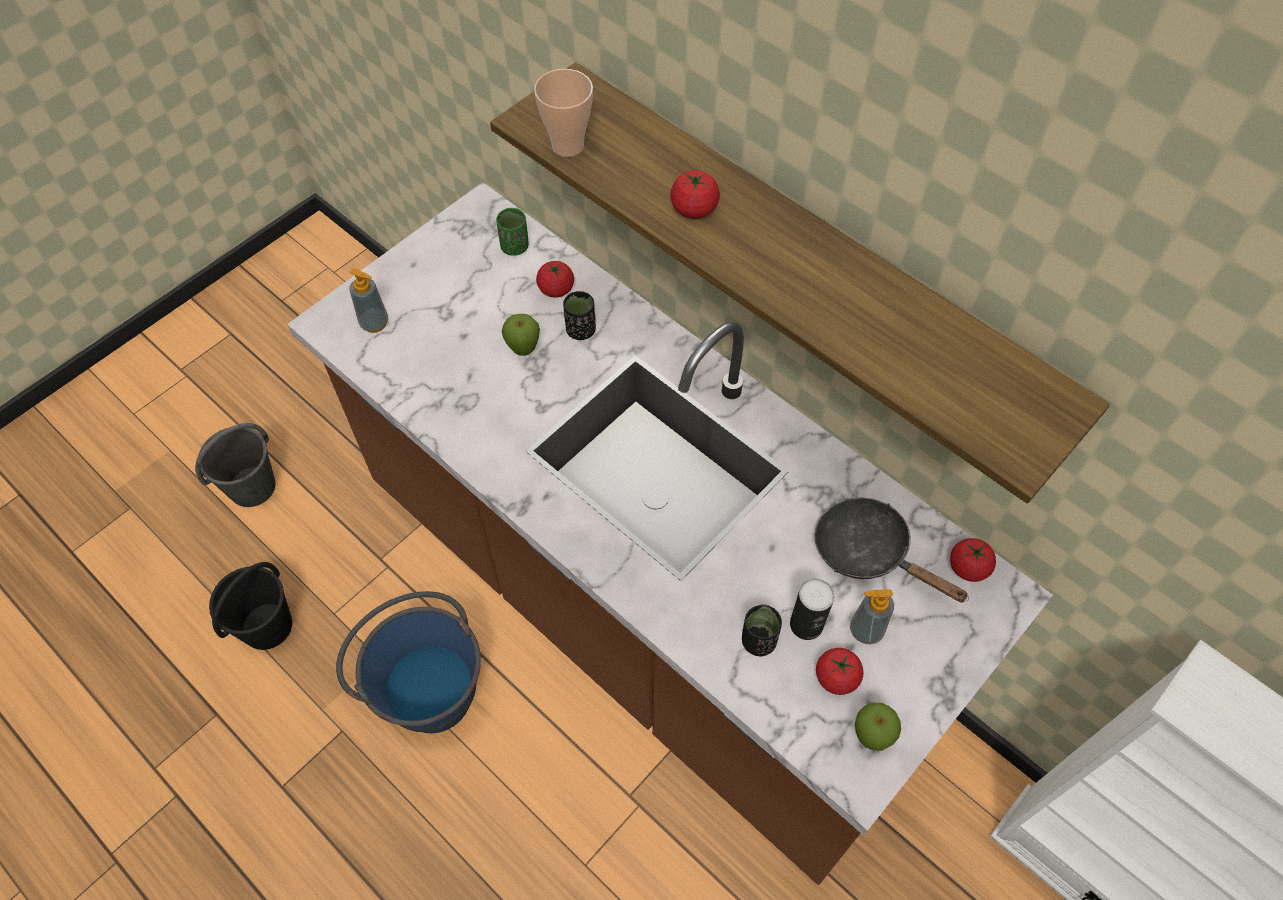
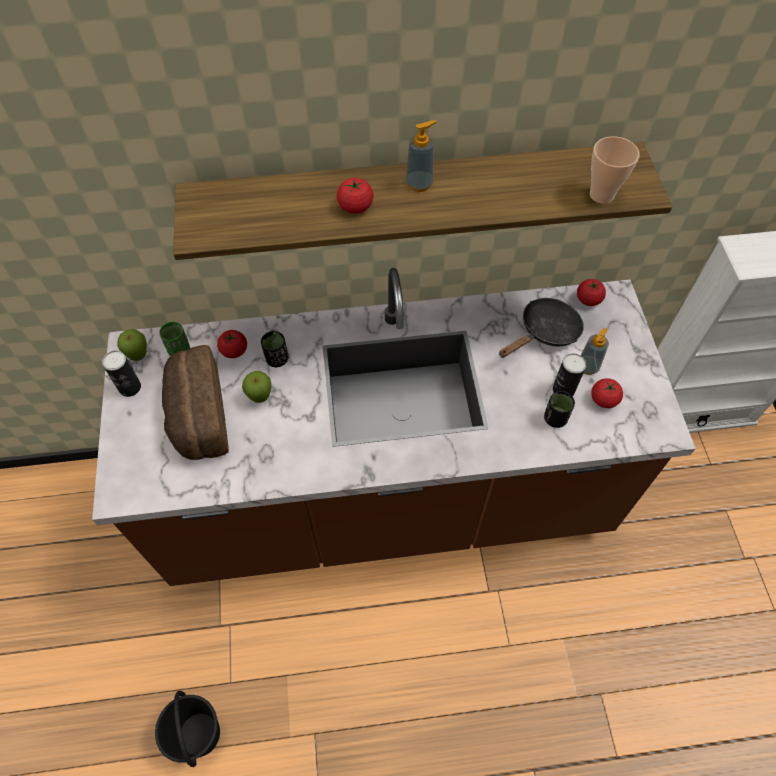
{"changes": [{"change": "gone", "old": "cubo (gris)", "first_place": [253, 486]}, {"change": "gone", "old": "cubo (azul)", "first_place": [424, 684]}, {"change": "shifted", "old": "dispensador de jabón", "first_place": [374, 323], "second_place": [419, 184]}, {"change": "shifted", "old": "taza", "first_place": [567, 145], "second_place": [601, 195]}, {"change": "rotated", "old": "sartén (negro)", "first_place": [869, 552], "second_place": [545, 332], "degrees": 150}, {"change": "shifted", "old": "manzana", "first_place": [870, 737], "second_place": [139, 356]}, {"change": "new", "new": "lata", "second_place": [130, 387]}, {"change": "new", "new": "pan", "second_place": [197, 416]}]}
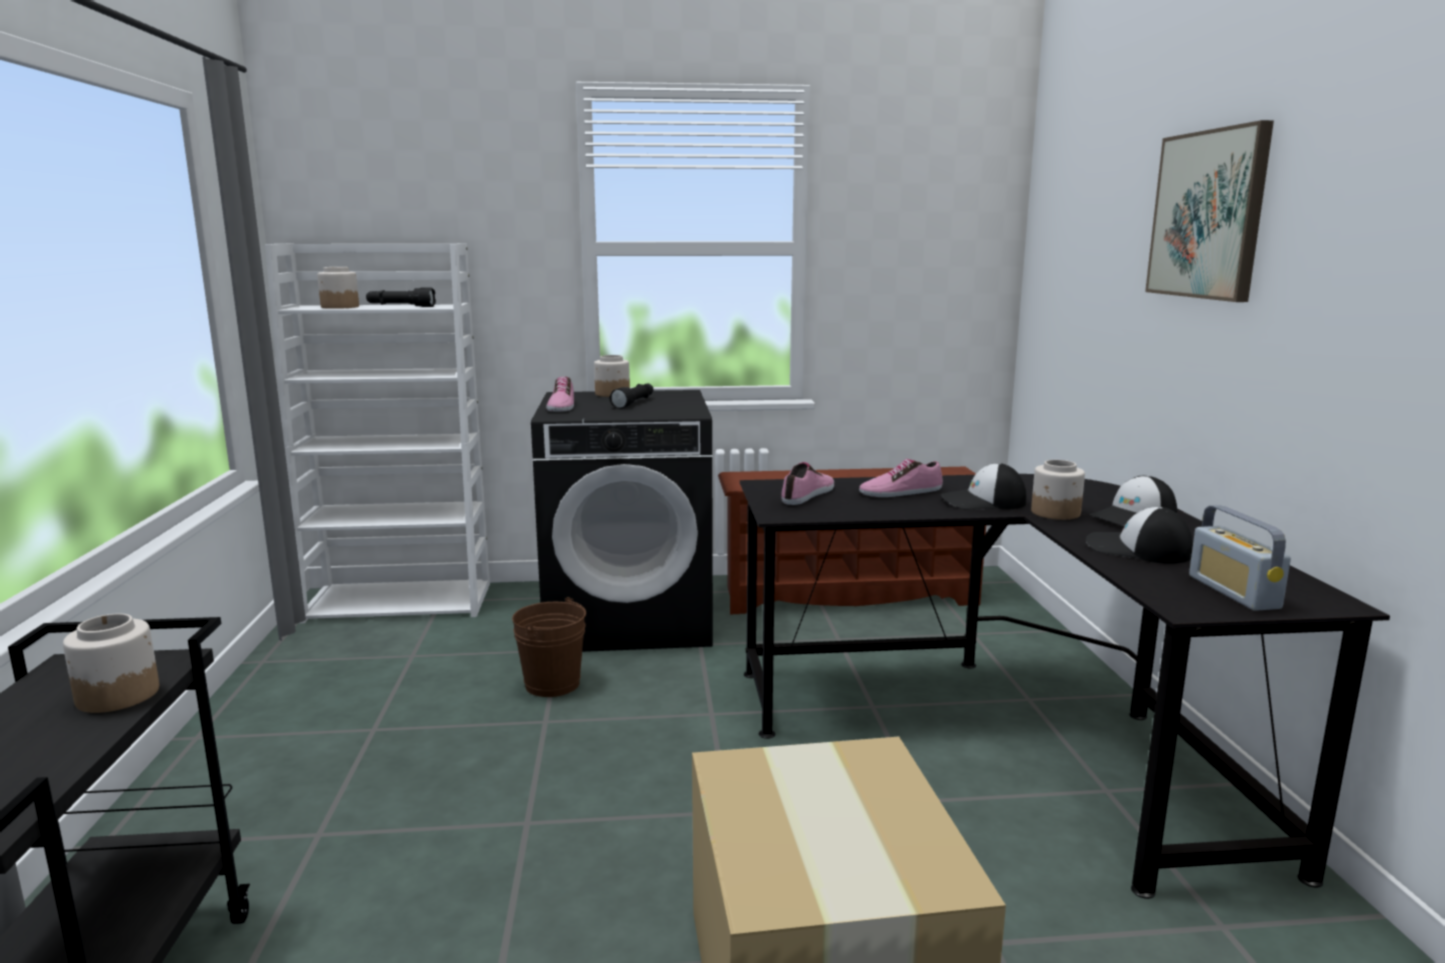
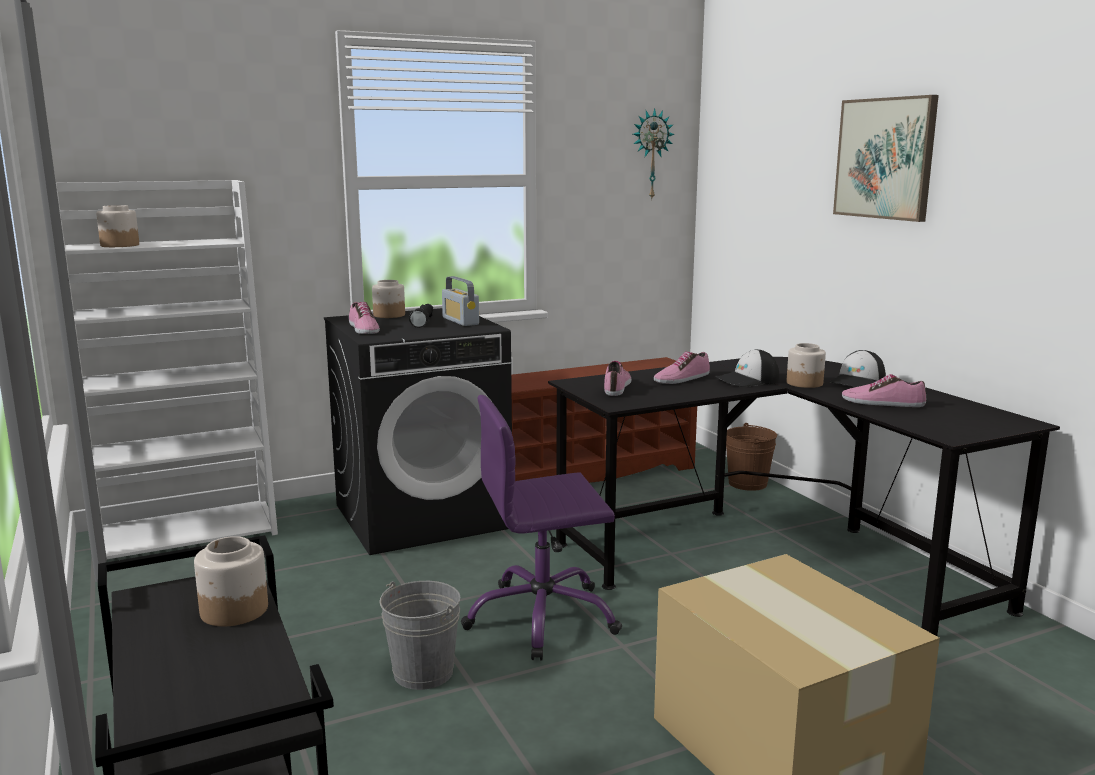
{"changes": [{"change": "gone", "old": "linterna (negro)", "first_place": [401, 306]}, {"change": "shifted", "old": "cubo (marrón)", "first_place": [552, 684], "second_place": [747, 483]}, {"change": "swapped", "old": "gorra", "new": "zapato", "first_place": [1137, 549], "second_place": [882, 402]}, {"change": "shifted", "old": "radio", "first_place": [1233, 592], "second_place": [460, 321]}, {"change": "new", "new": "cubo (gris)", "second_place": [423, 672]}, {"change": "new", "new": "silla de oficina (morado)", "second_place": [542, 618]}, {"change": "new", "new": "reloj de pared", "second_place": [651, 154]}]}
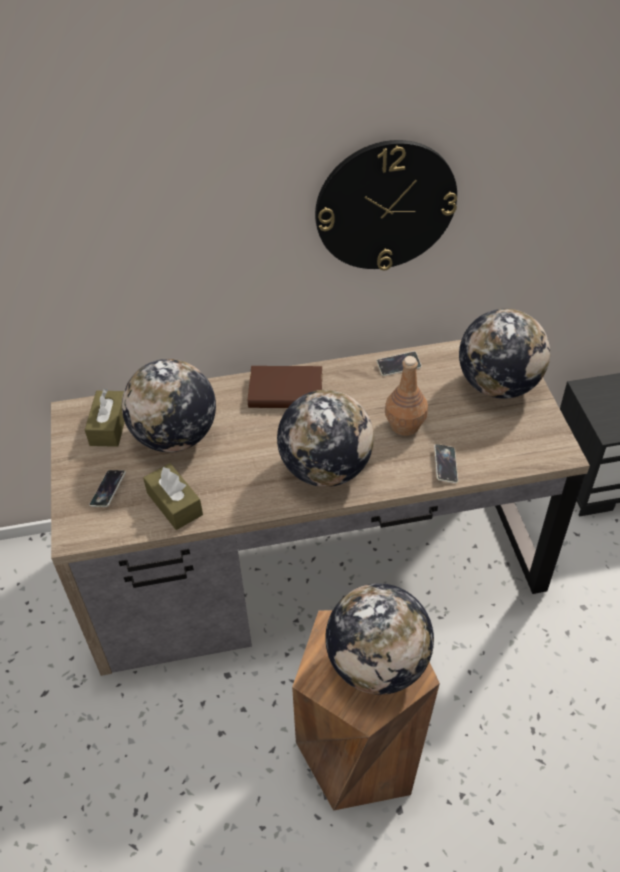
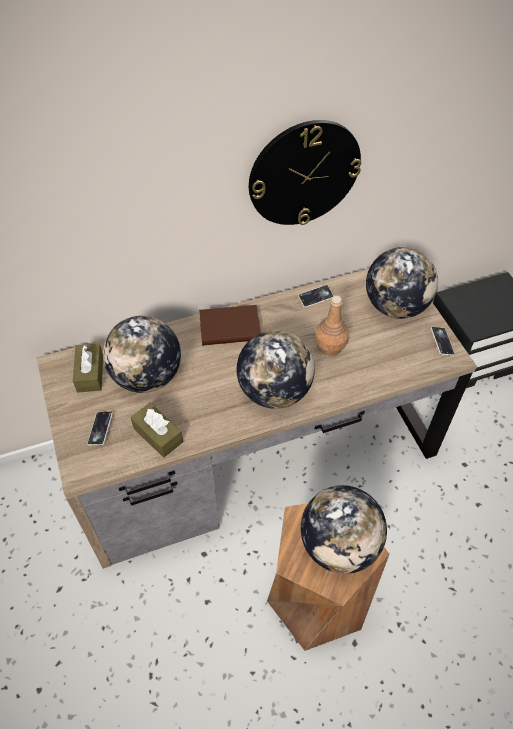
{"changes": [{"change": "shifted", "old": "móvil", "first_place": [445, 465], "second_place": [441, 342]}]}
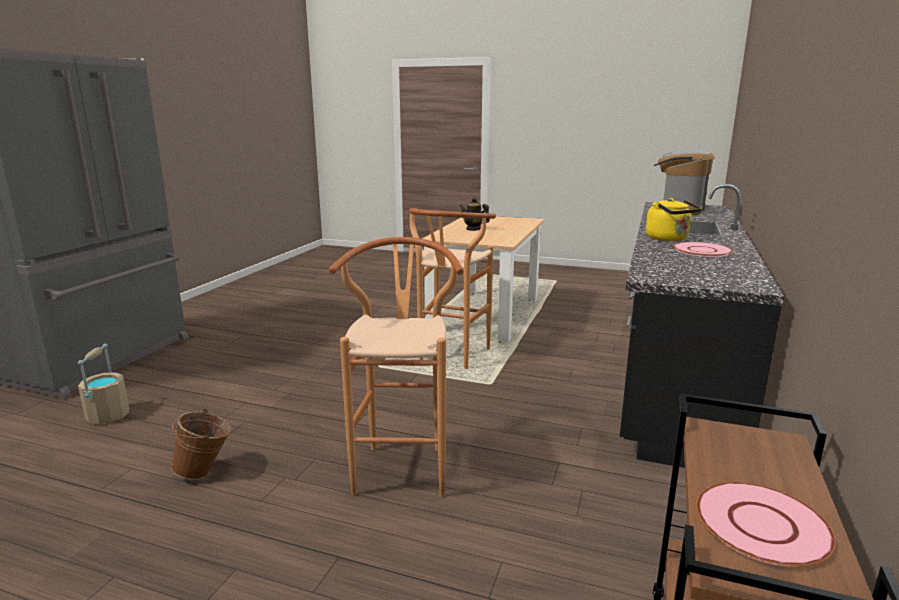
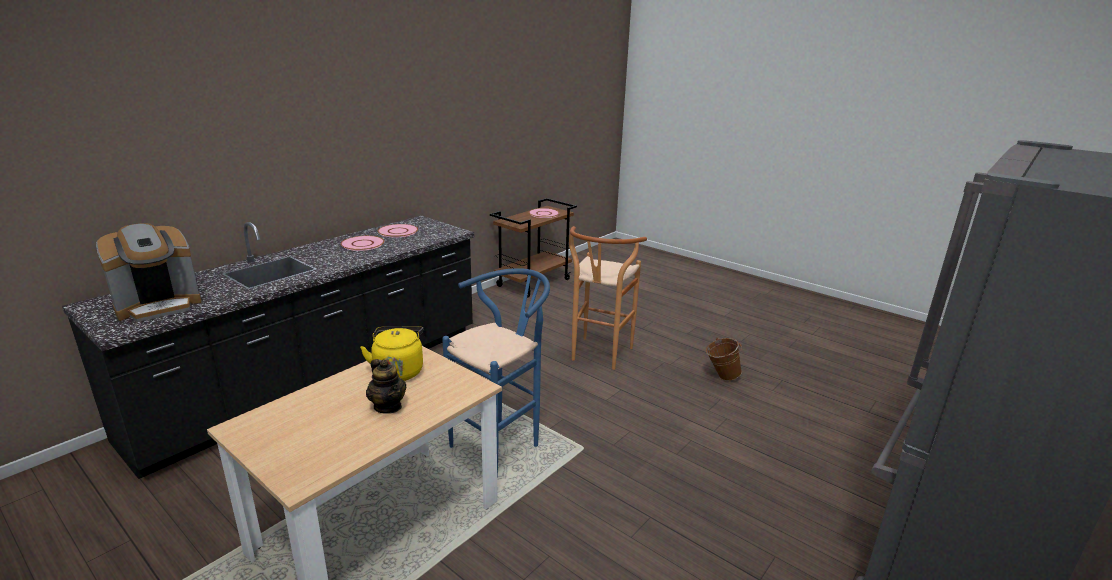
{"changes": [{"change": "gone", "old": "cubo (beis)", "first_place": [108, 415]}, {"change": "repainted", "old": "taburete (marrón)", "new": "taburete (azul)", "first_place": [450, 357], "second_place": [502, 444]}, {"change": "shifted", "old": "hervidor (amarillo)", "first_place": [669, 239], "second_place": [398, 371]}, {"change": "new", "new": "plato (rosa)", "second_place": [398, 231]}]}
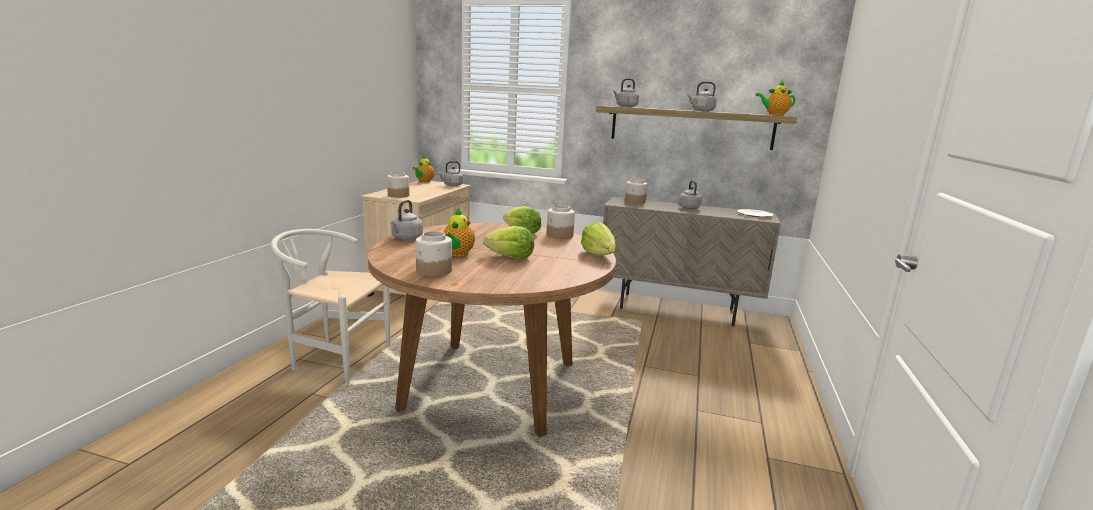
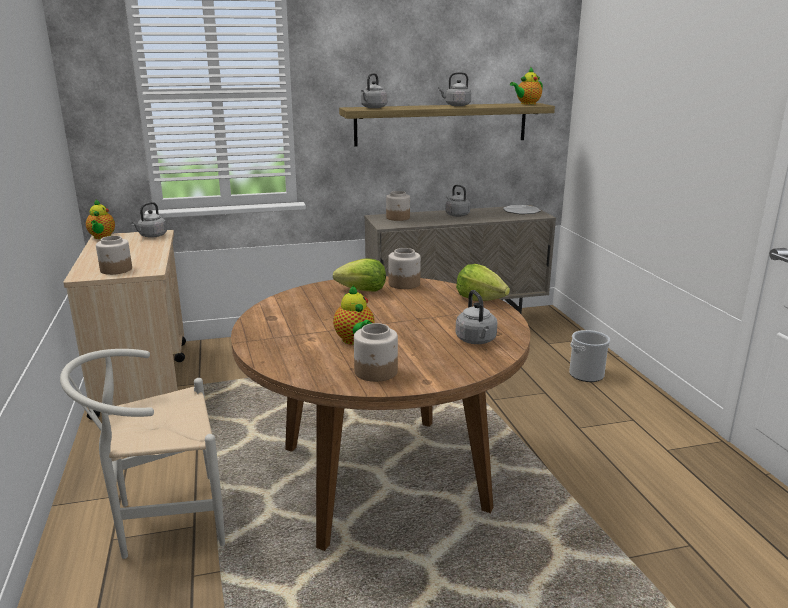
{"changes": [{"change": "shifted", "old": "hervidor (gris)", "first_place": [406, 238], "second_place": [476, 340]}, {"change": "gone", "old": "lechuga", "first_place": [510, 257]}, {"change": "new", "new": "cubo", "second_place": [586, 374]}]}
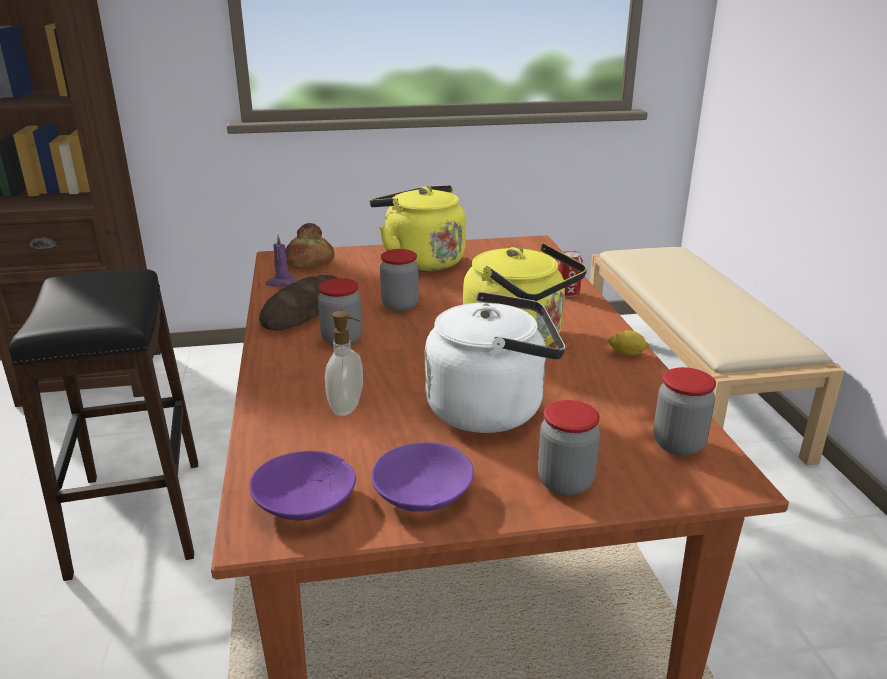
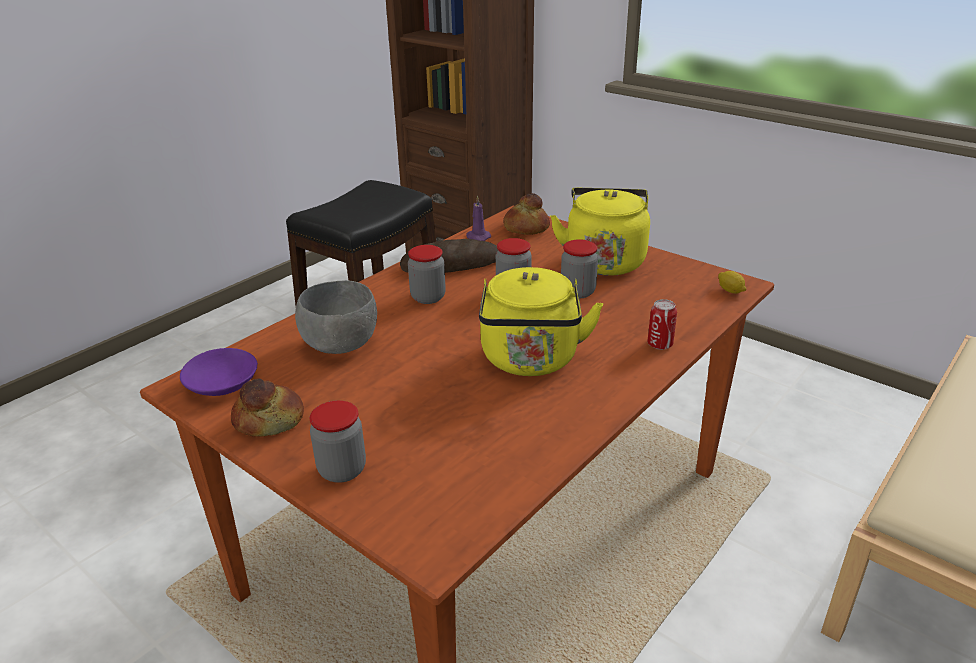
{"changes": [{"change": "swapped", "old": "dispensador de jabón", "new": "cuenco (gris)", "first_place": [347, 407], "second_place": [341, 344]}, {"change": "swapped", "old": "cuenco (morado)", "new": "pan", "first_place": [422, 494], "second_place": [269, 419]}, {"change": "gone", "old": "hervidor (blanco)", "first_place": [492, 409]}, {"change": "shifted", "old": "limón", "first_place": [627, 354], "second_place": [730, 291]}, {"change": "shifted", "old": "tarro", "first_place": [678, 444], "second_place": [578, 292]}]}
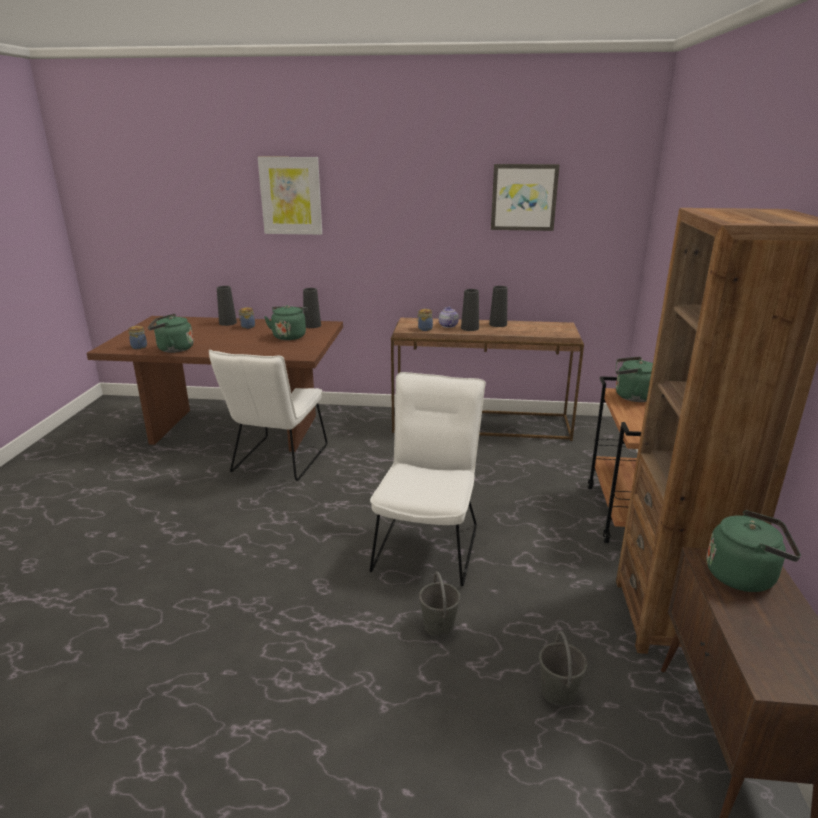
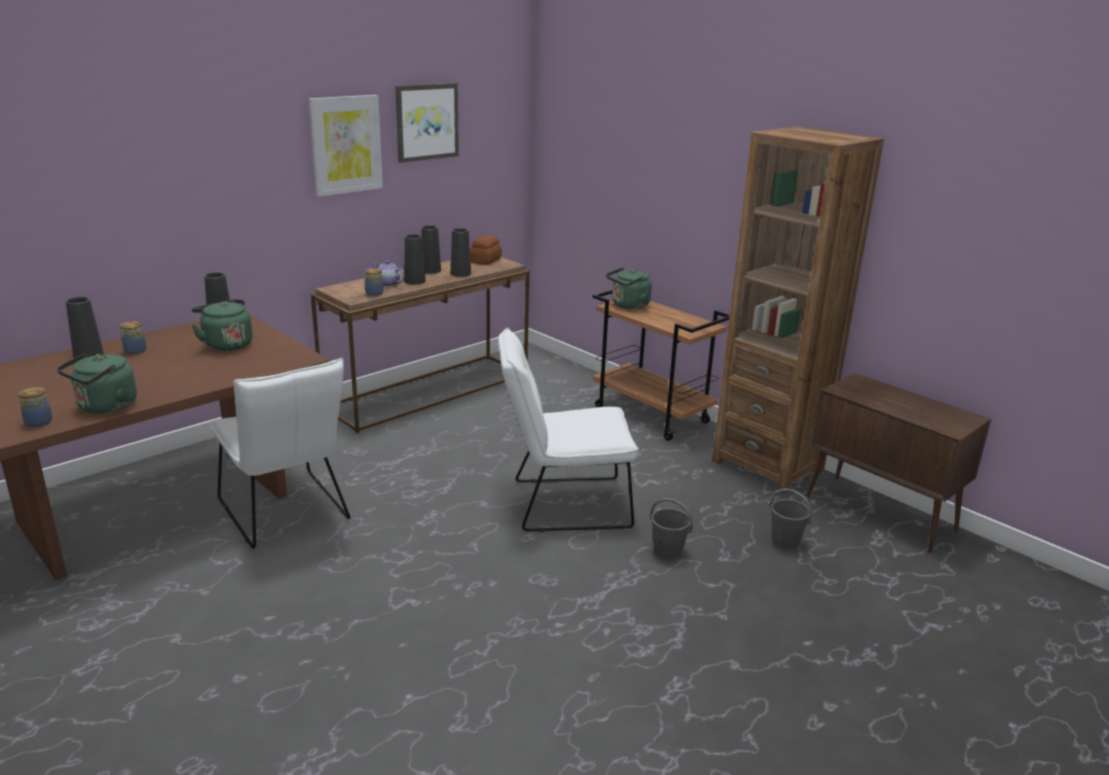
{"changes": [{"change": "shifted", "old": "cuadro", "first_place": [291, 196], "second_place": [346, 145]}, {"change": "rotated", "old": "silla (blanco)", "first_place": [428, 543], "second_place": [562, 504], "degrees": -60}, {"change": "gone", "old": "hervidor (verde)", "first_place": [744, 576]}, {"change": "new", "new": "florero (negro)", "second_place": [460, 273]}, {"change": "new", "new": "pan", "second_place": [486, 260]}]}
